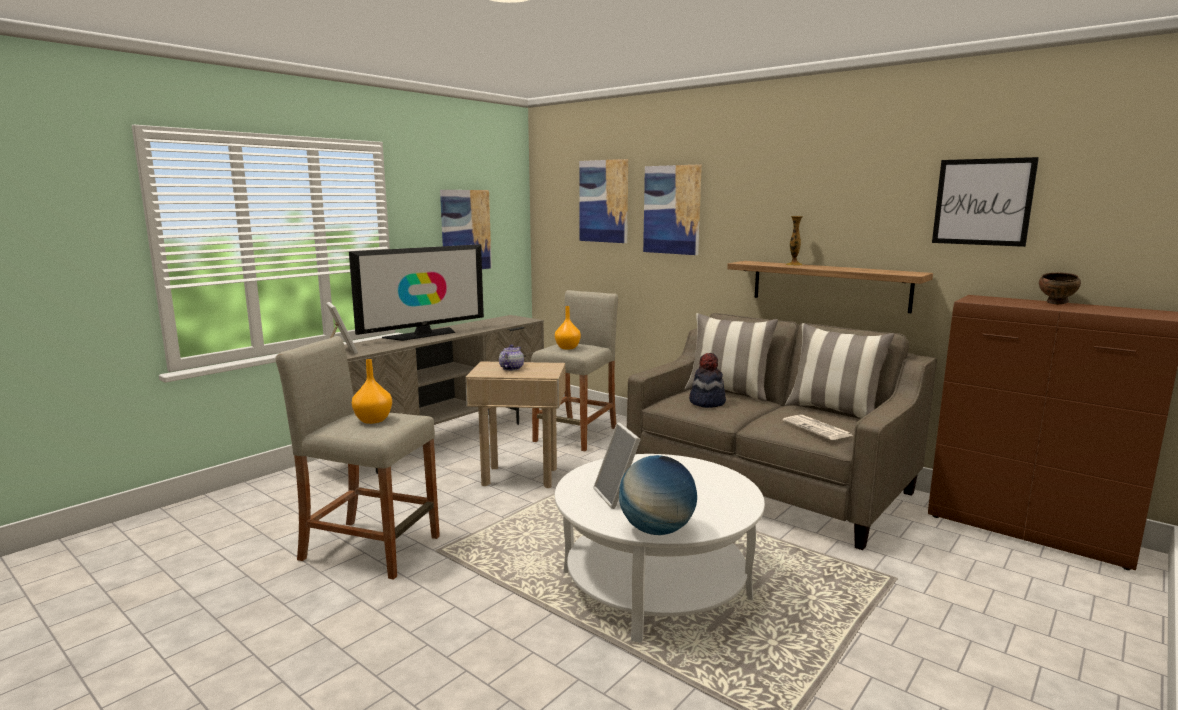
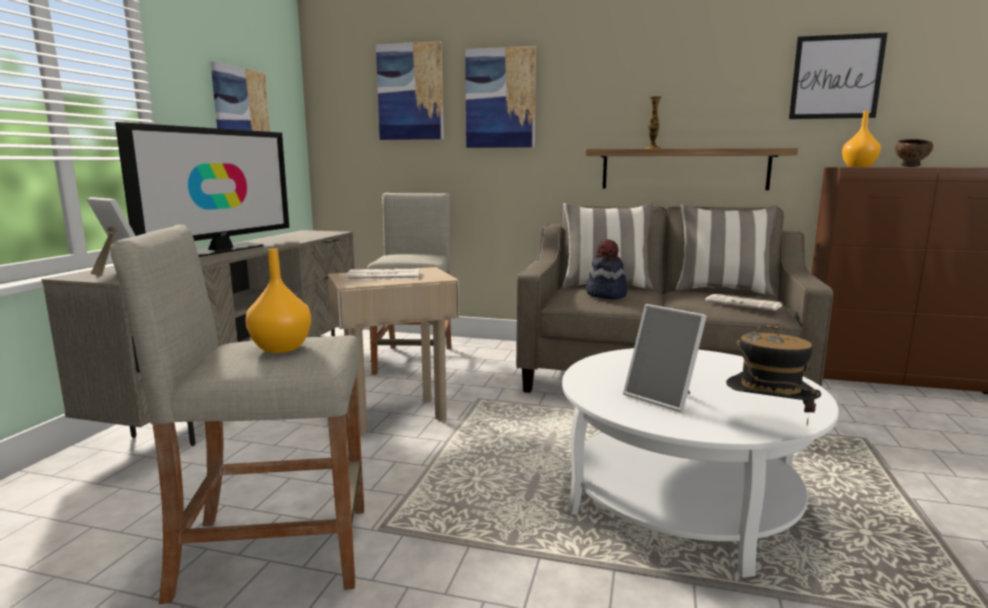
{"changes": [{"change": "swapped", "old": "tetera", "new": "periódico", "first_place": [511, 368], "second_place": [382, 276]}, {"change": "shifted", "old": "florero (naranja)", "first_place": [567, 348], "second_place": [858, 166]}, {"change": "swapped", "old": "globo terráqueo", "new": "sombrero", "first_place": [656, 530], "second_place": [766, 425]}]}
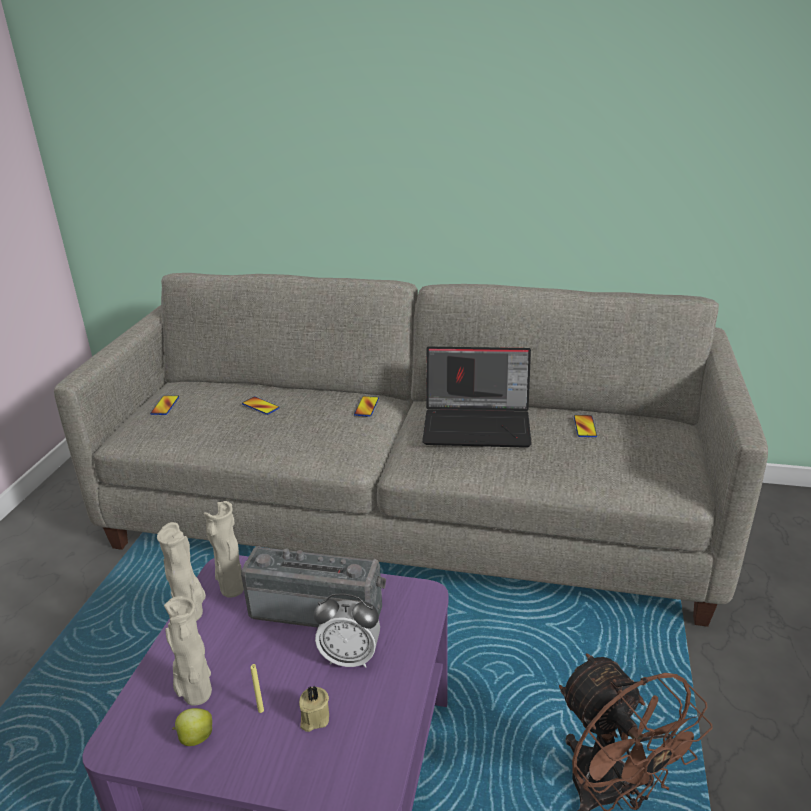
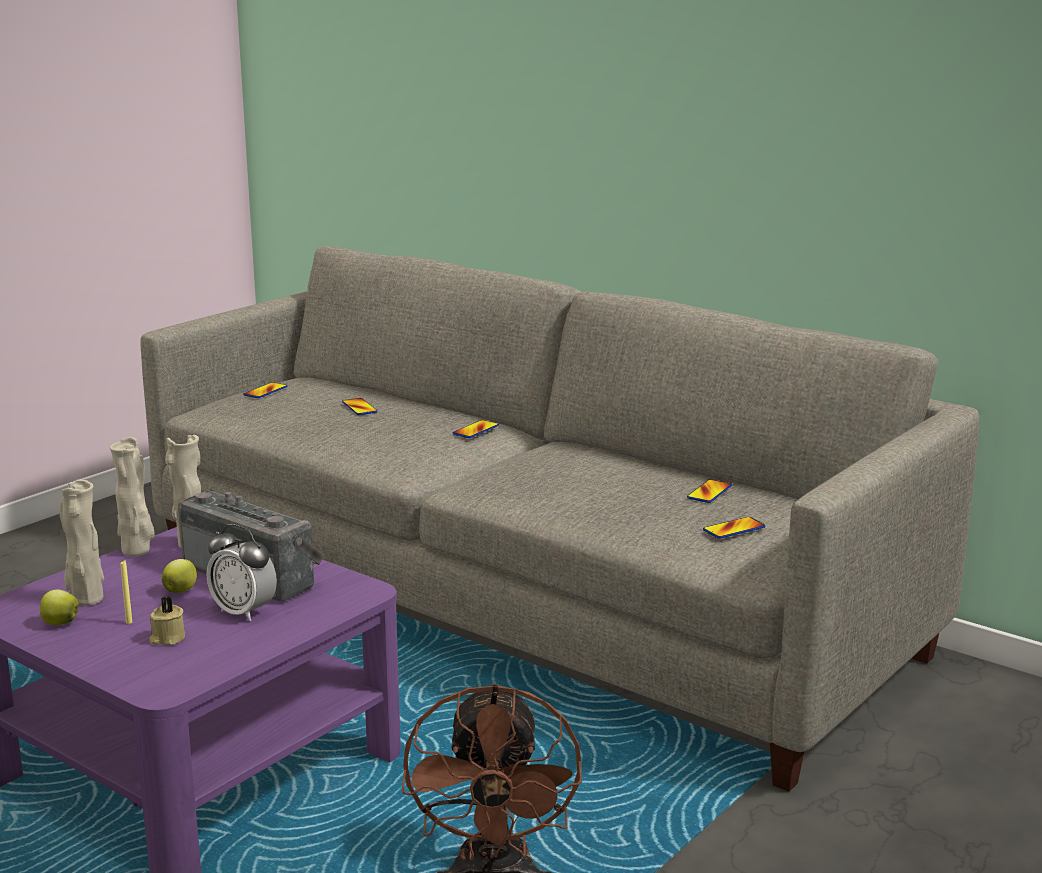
{"changes": [{"change": "gone", "old": "portátil", "first_place": [478, 424]}, {"change": "new", "new": "manzana", "second_place": [181, 591]}, {"change": "new", "new": "móvil", "second_place": [734, 529]}]}
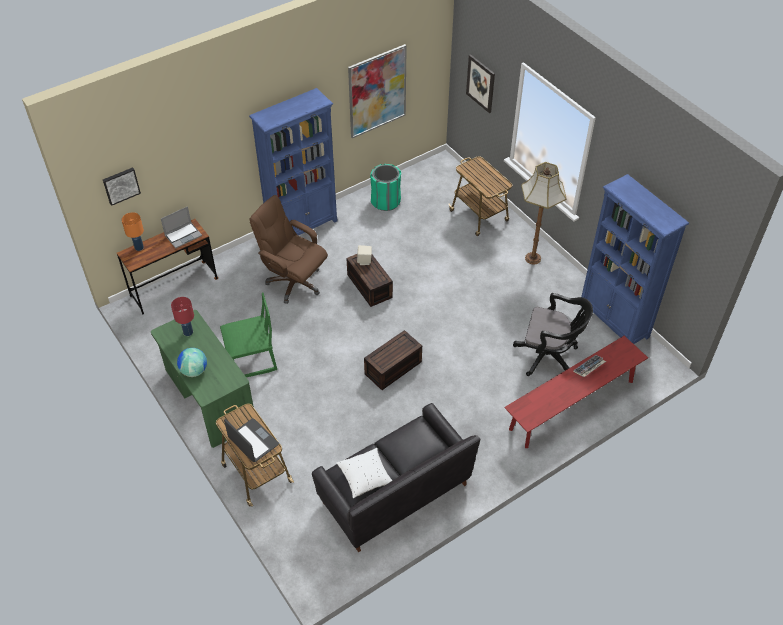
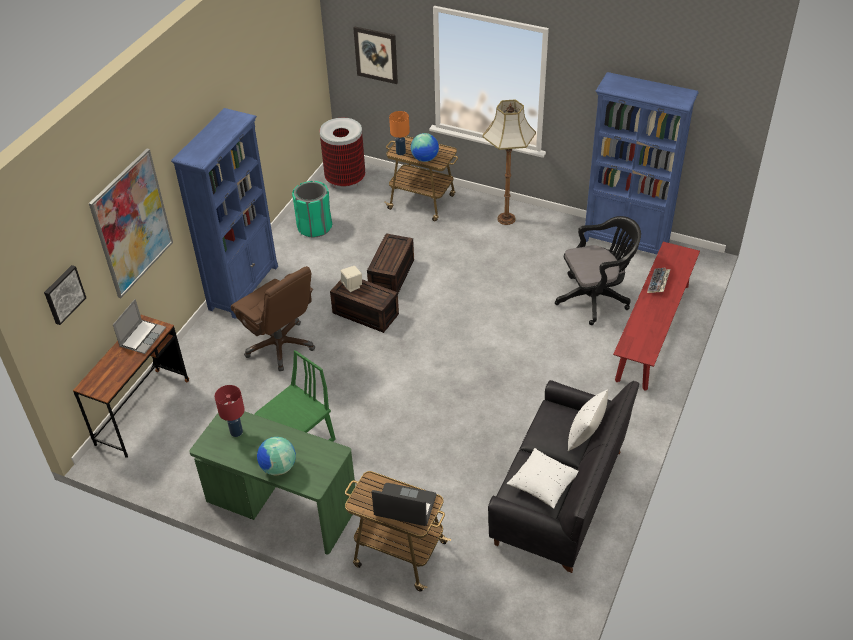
{"changes": [{"change": "shifted", "old": "lámpara de mesa (naranja)", "first_place": [139, 247], "second_place": [401, 152]}, {"change": "rotated", "old": "silla de oficina (marrón)", "first_place": [294, 282], "second_place": [280, 345], "degrees": -135}, {"change": "shifted", "old": "cuadro", "first_place": [377, 91], "second_place": [132, 223]}, {"change": "shifted", "old": "caja de almacenaje (marrón)", "first_place": [393, 369], "second_place": [392, 276]}, {"change": "new", "new": "papelera", "second_place": [345, 180]}, {"change": "new", "new": "globo terráqueo", "second_place": [425, 159]}, {"change": "new", "new": "cojín (blanco)", "second_place": [585, 436]}]}
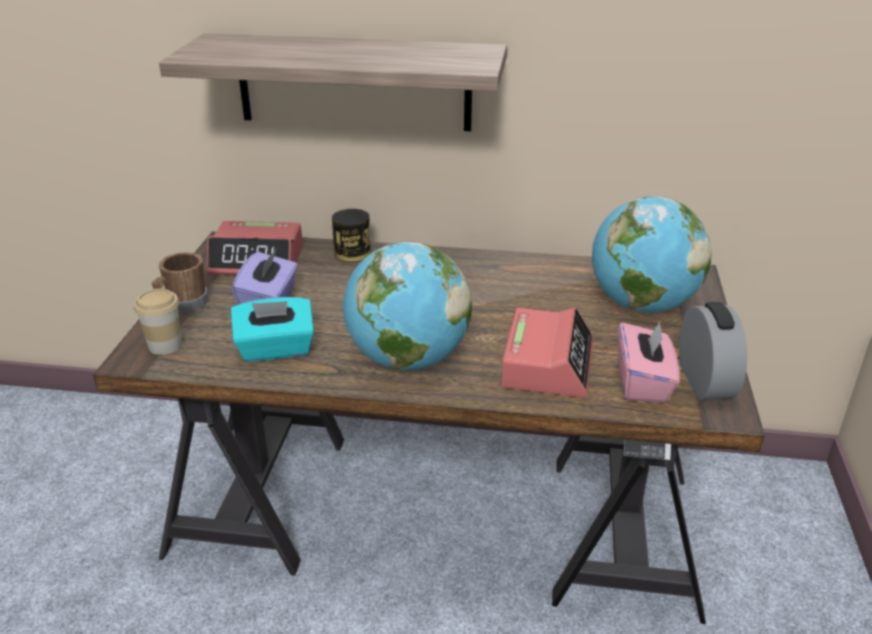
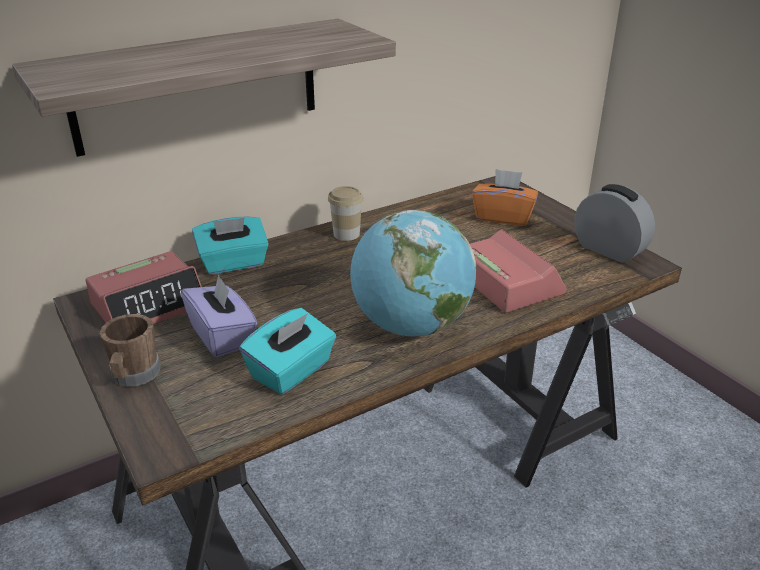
{"changes": [{"change": "shifted", "old": "taza", "first_place": [165, 345], "second_place": [346, 234]}, {"change": "swapped", "old": "lata", "new": "caja de pañuelos (turquesa)", "first_place": [352, 253], "second_place": [233, 263]}, {"change": "swapped", "old": "globo terráqueo", "new": "caja de pañuelos (naranja)", "first_place": [641, 305], "second_place": [503, 217]}, {"change": "gone", "old": "caja de pañuelos (rosa)", "first_place": [643, 382]}]}
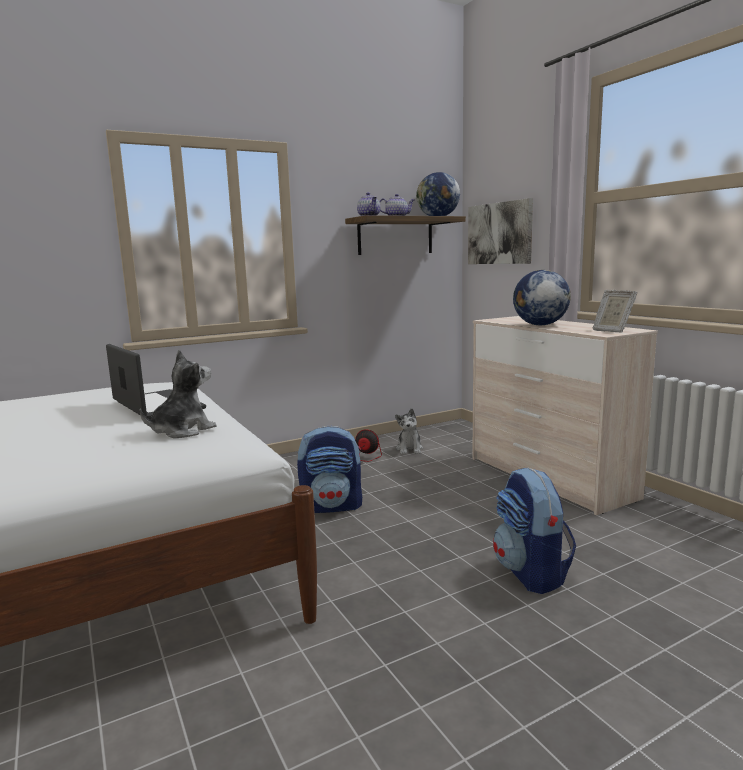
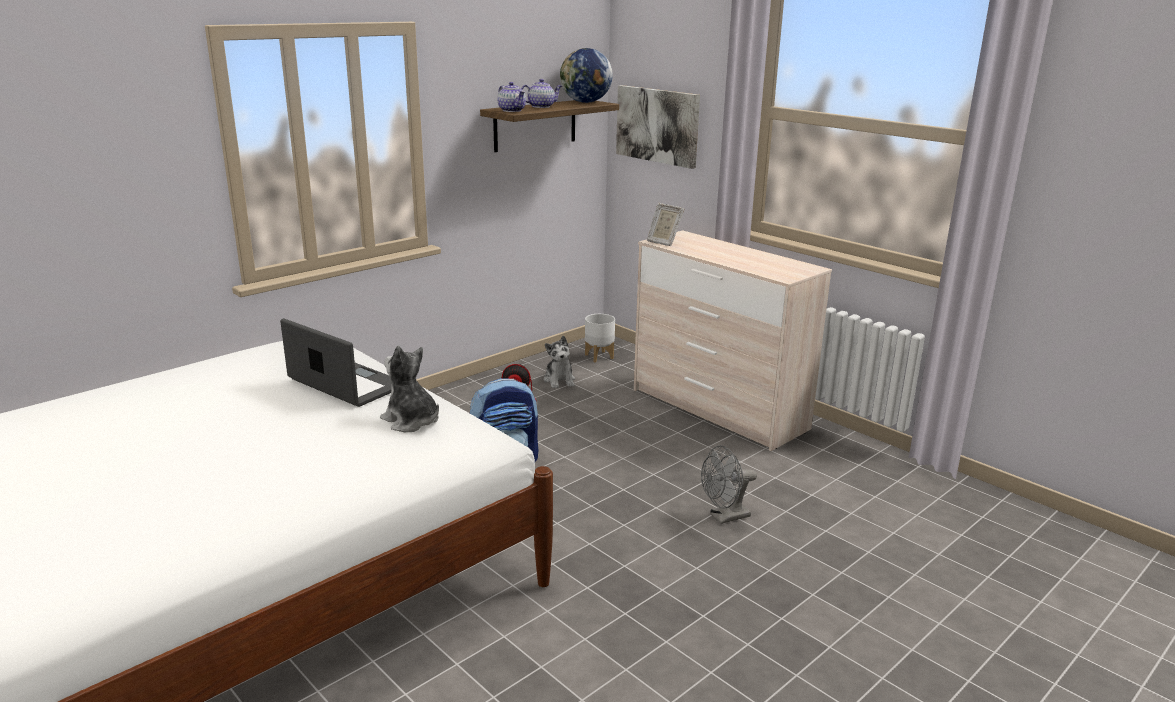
{"changes": [{"change": "rotated", "old": "peluche", "first_place": [182, 431], "second_place": [411, 421], "degrees": -75}, {"change": "swapped", "old": "mochila", "new": "ventilador (gris)", "first_place": [531, 573], "second_place": [724, 517]}, {"change": "gone", "old": "globo terráqueo", "first_place": [539, 325]}, {"change": "shifted", "old": "portarretratos", "first_place": [612, 331], "second_place": [663, 242]}, {"change": "new", "new": "maceta (blanco)", "second_place": [599, 356]}]}
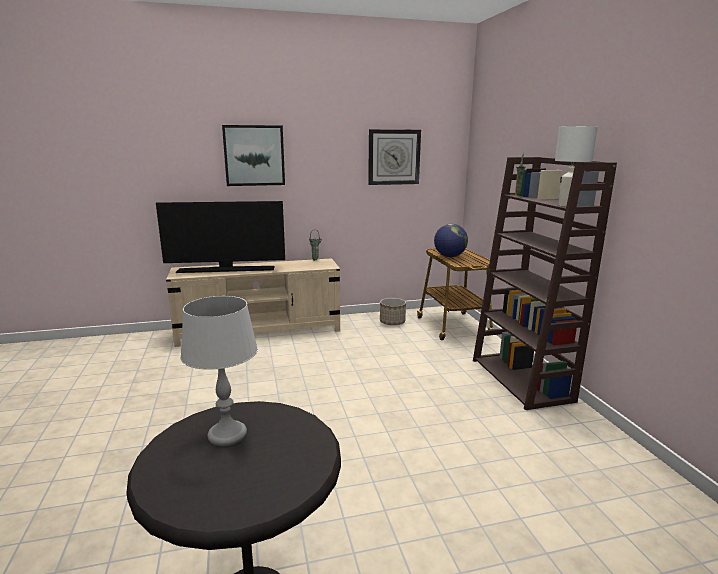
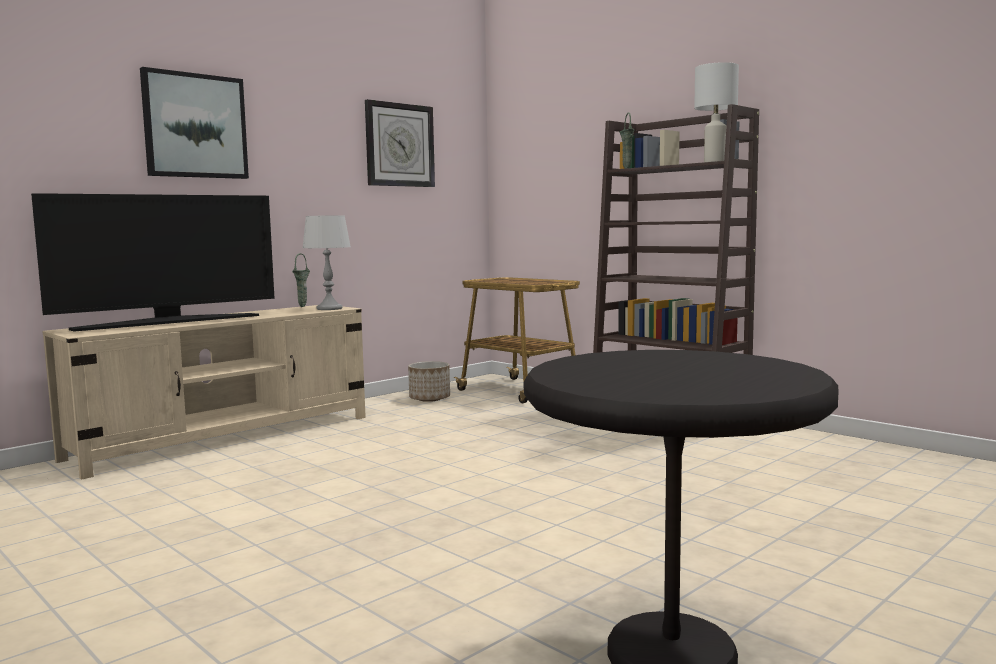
{"changes": [{"change": "shifted", "old": "lámpara de mesa (gris)", "first_place": [227, 435], "second_place": [329, 308]}, {"change": "gone", "old": "globo terráqueo", "first_place": [449, 256]}]}
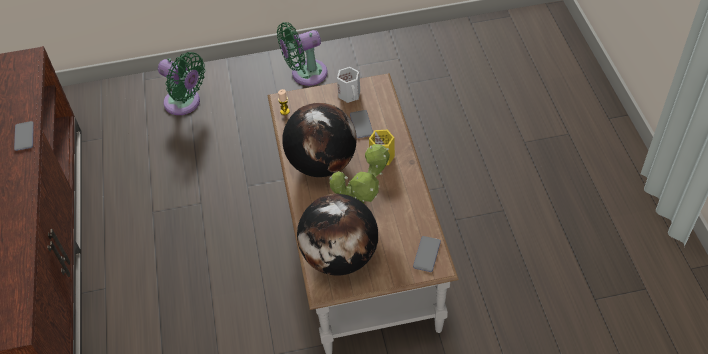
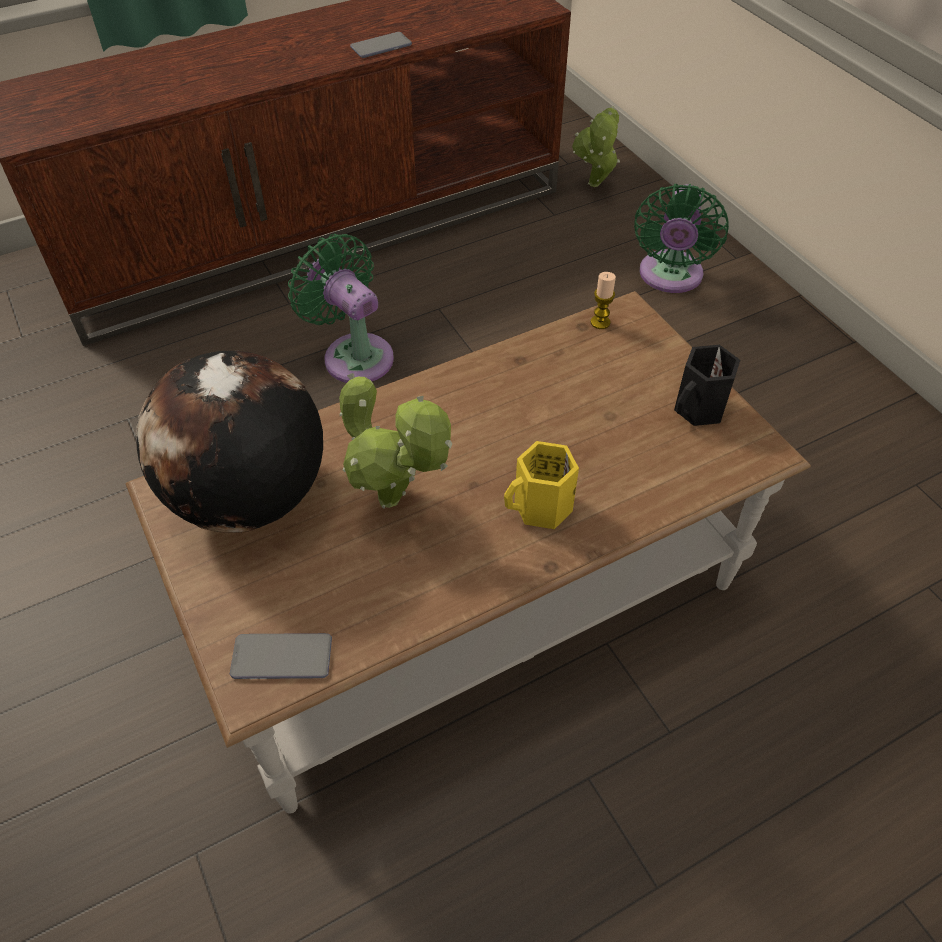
{"changes": [{"change": "shifted", "old": "ventilador (verde)", "first_place": [305, 74], "second_place": [354, 354]}, {"change": "gone", "old": "globo terráqueo", "first_place": [322, 164]}, {"change": "repainted", "old": "taza grande (blanco)", "new": "taza grande (negro)", "first_place": [350, 94], "second_place": [699, 409]}, {"change": "gone", "old": "móvil", "first_place": [361, 124]}, {"change": "new", "new": "planta en maceta", "second_place": [594, 186]}]}
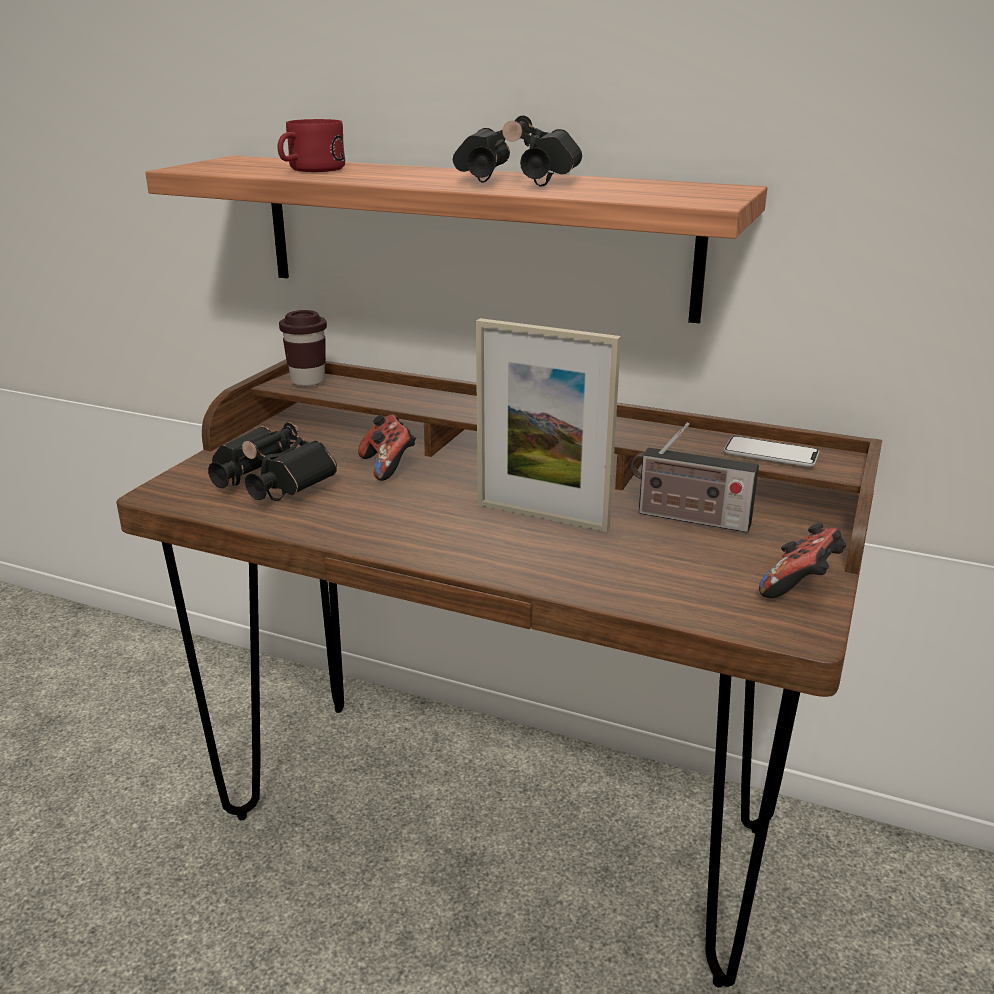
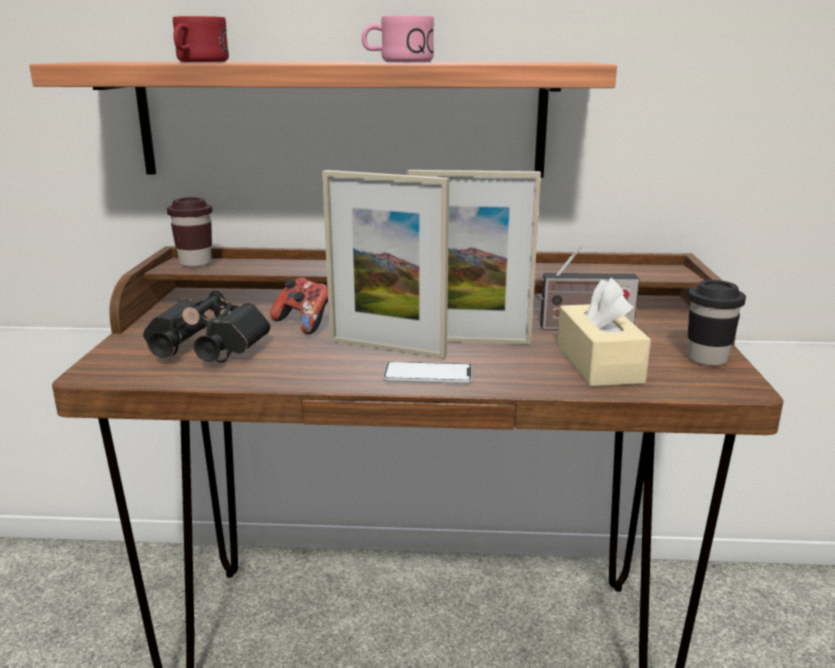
{"changes": [{"change": "swapped", "old": "prismáticos (negro)", "new": "taza grande (rosa)", "first_place": [512, 182], "second_place": [397, 62]}, {"change": "shifted", "old": "móvil", "first_place": [770, 454], "second_place": [428, 375]}, {"change": "swapped", "old": "mando de consola", "new": "taza (negro)", "first_place": [800, 587], "second_place": [707, 359]}, {"change": "new", "new": "portarretratos", "second_place": [386, 348]}, {"change": "new", "new": "caja de pañuelos (beis)", "second_place": [598, 363]}]}
